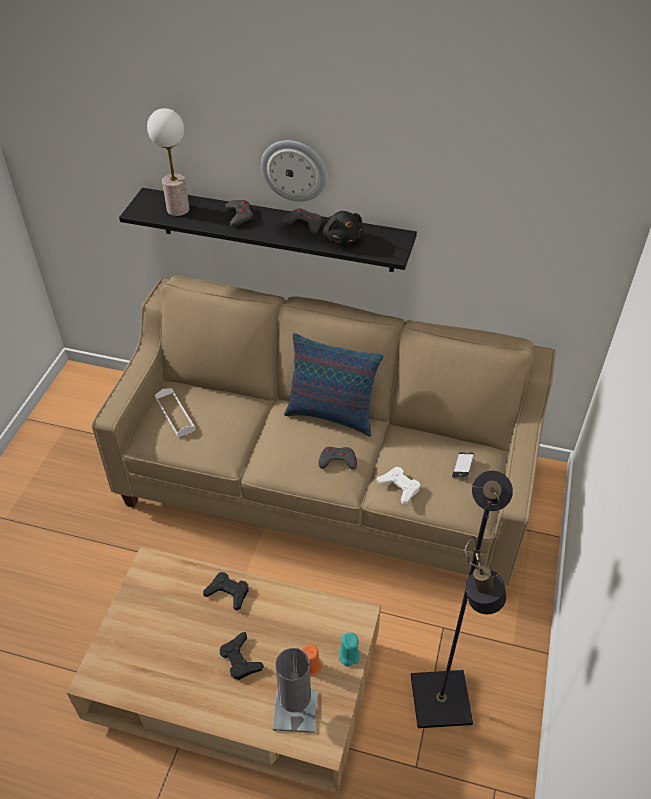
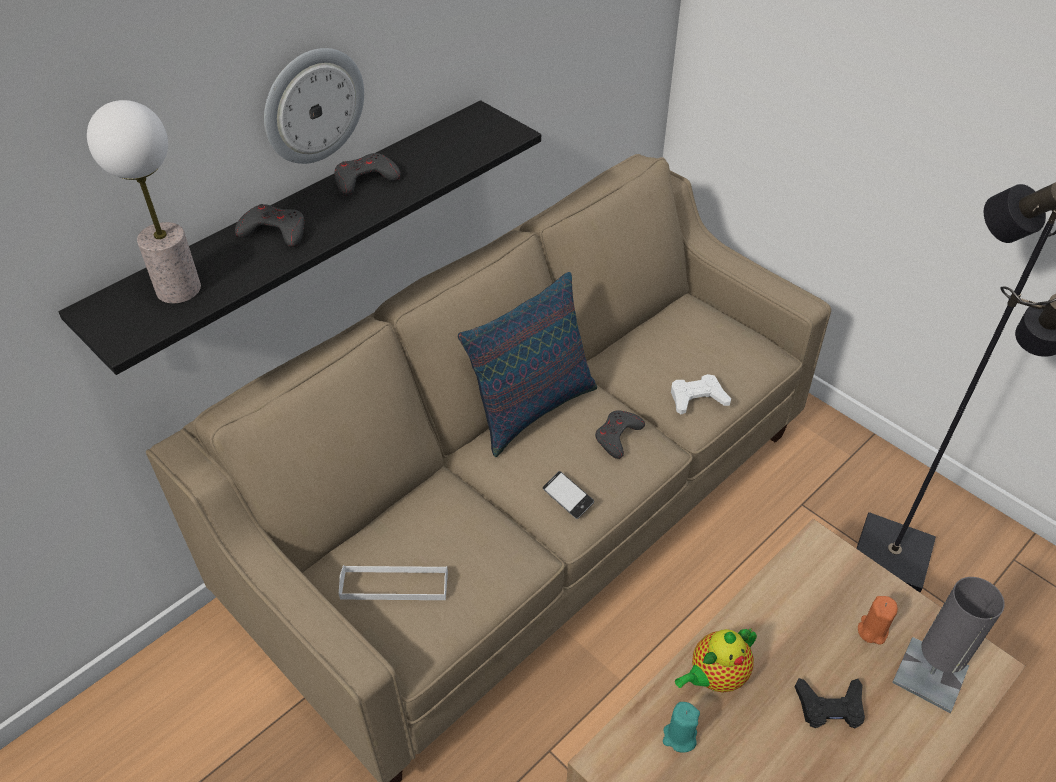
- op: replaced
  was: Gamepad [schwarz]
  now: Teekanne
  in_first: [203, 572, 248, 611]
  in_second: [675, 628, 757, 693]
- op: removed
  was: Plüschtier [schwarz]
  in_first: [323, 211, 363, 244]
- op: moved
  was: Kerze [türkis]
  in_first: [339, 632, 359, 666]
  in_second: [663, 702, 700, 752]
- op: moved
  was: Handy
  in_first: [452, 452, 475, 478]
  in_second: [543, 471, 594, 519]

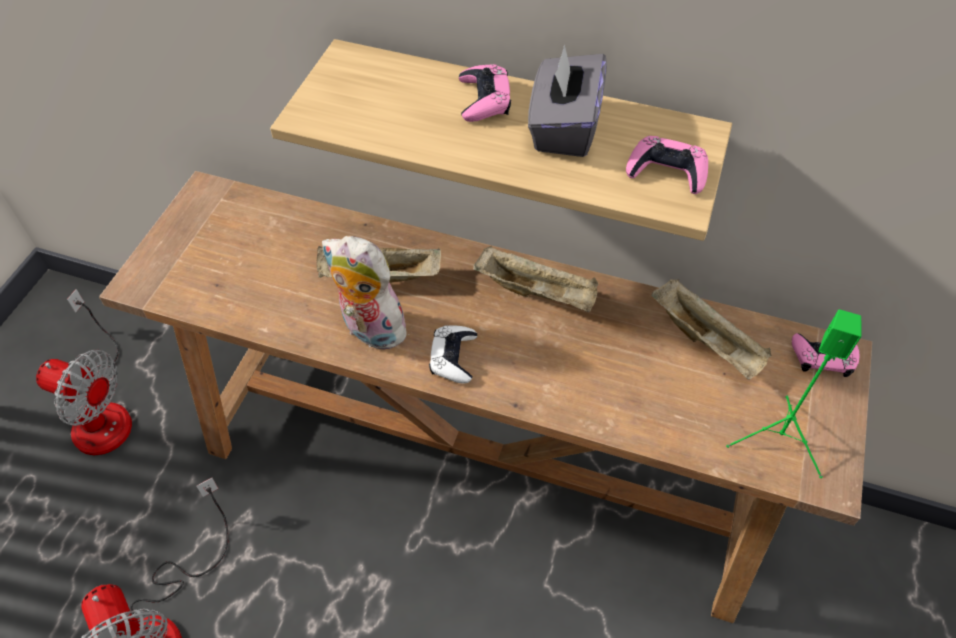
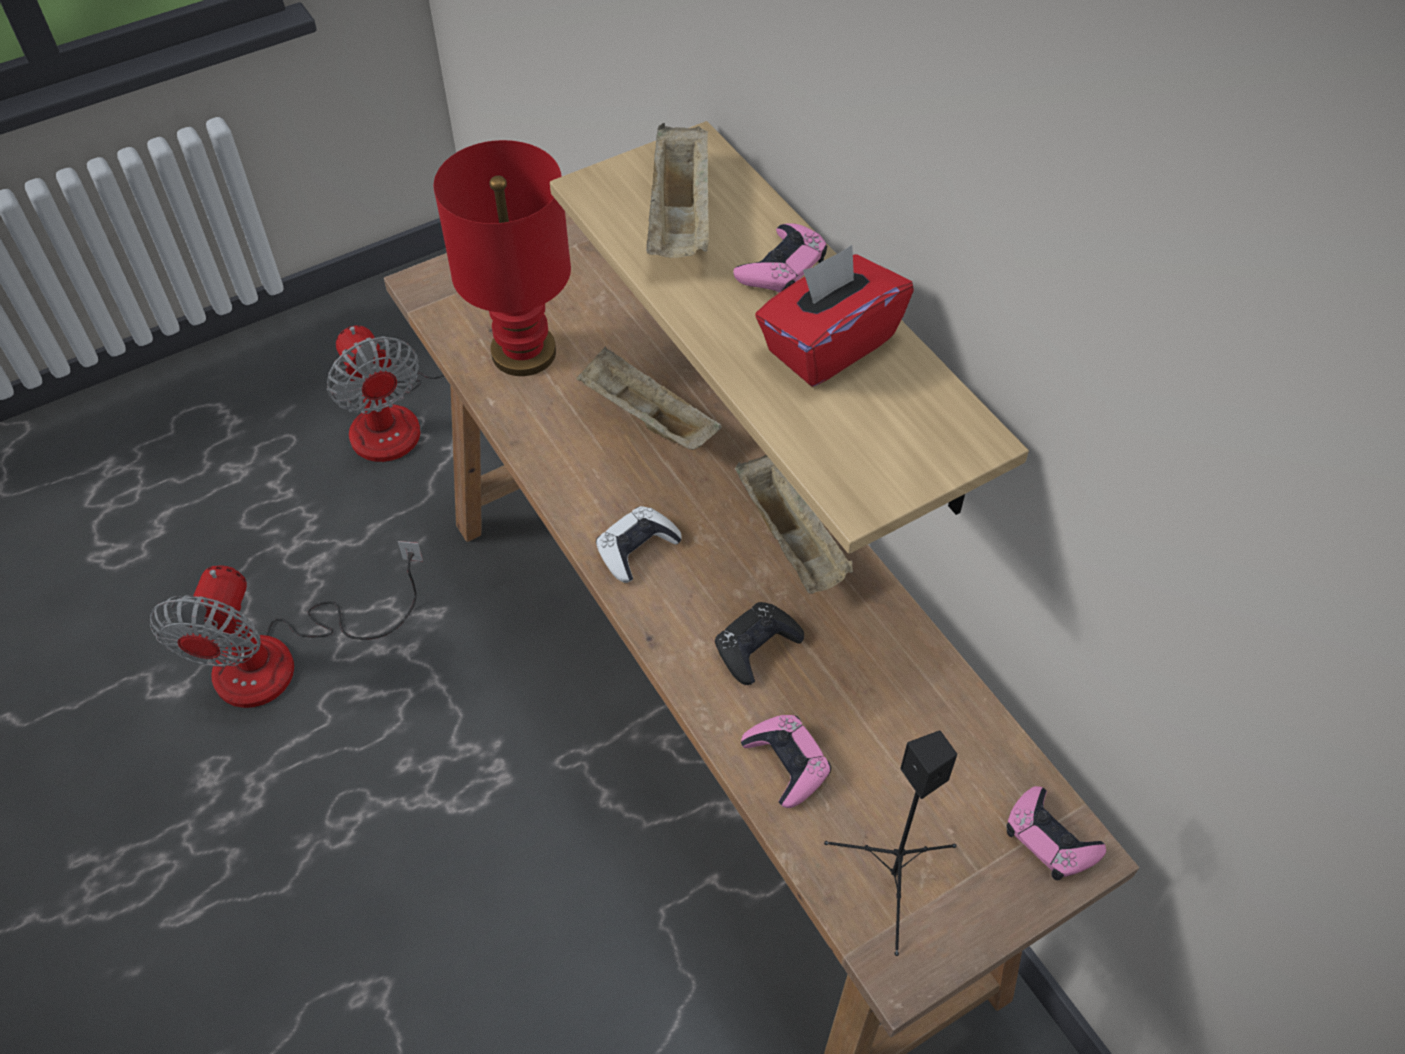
- op: removed
  was: Plüschtier
  in_first: [322, 236, 409, 351]
- op: recoloured
  was: Taschentuchbox [grau]
  now: Taschentuchbox [rot]
  in_first: [528, 45, 607, 157]
  in_second: [755, 245, 914, 387]
- op: moved
  was: Gamepad [rosa]
  in_first: [626, 136, 708, 194]
  in_second: [741, 715, 831, 808]
- op: moved
  was: Tablett [beige]
  in_first: [651, 279, 771, 380]
  in_second: [646, 123, 710, 258]
- op: recoloured
  was: Lautsprecher [grün]
  now: Lautsprecher [schwarz]
  in_first: [726, 309, 862, 478]
  in_second: [824, 731, 957, 956]
- op: added
  now: Tischlampe [rot]
  in_second: [434, 140, 571, 376]
- op: added
  now: Gamepad [schwarz]
  in_second: [715, 602, 804, 685]

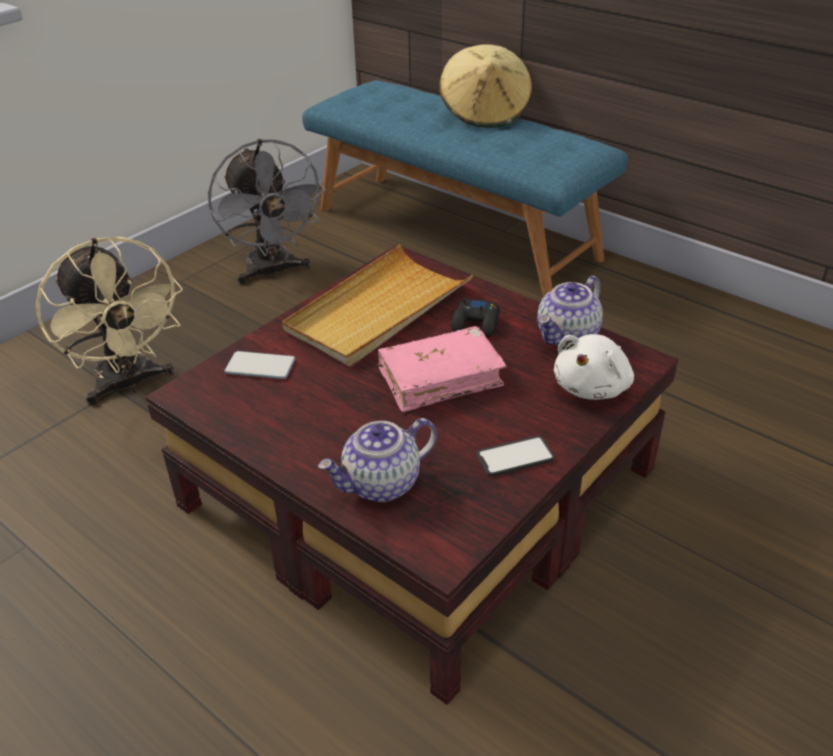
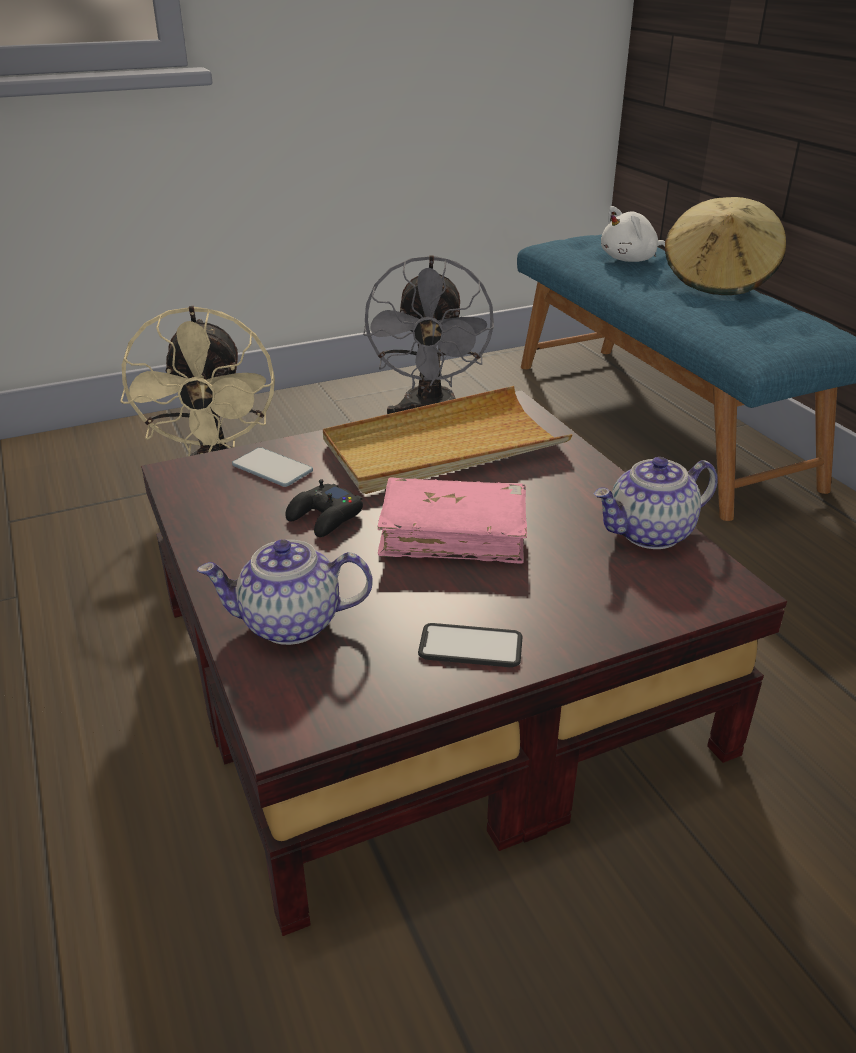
- op: moved
  was: Gamepad [schwarz]
  in_first: [451, 298, 500, 338]
  in_second: [285, 479, 363, 537]
- op: moved
  was: Plüschtier [weiß]
  in_first: [554, 334, 634, 400]
  in_second: [601, 206, 665, 262]

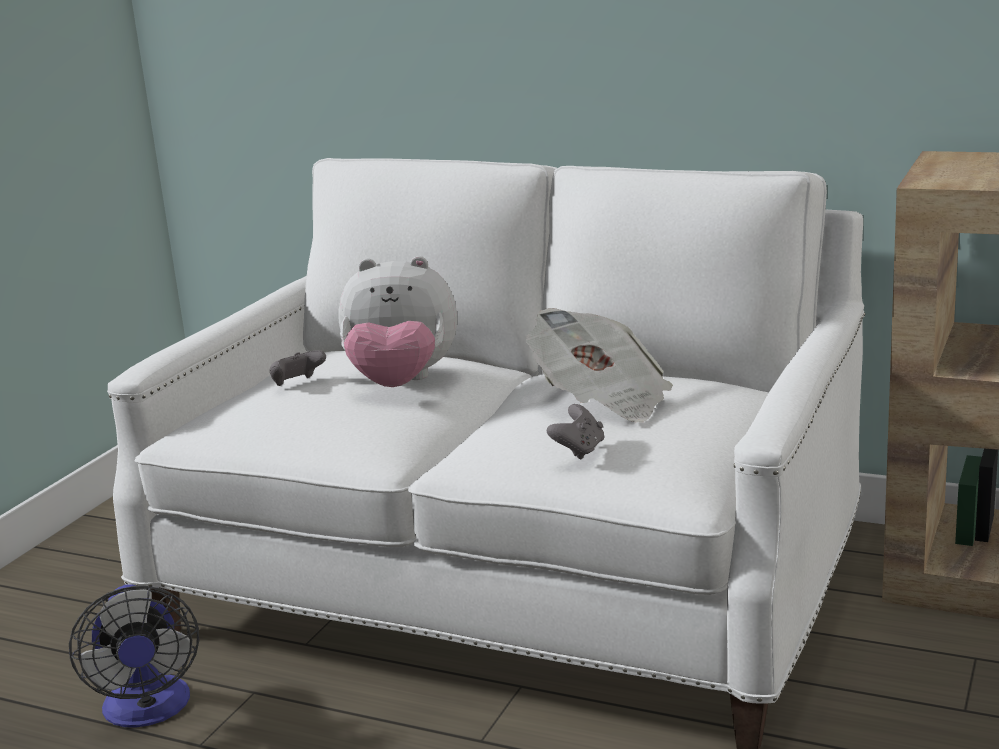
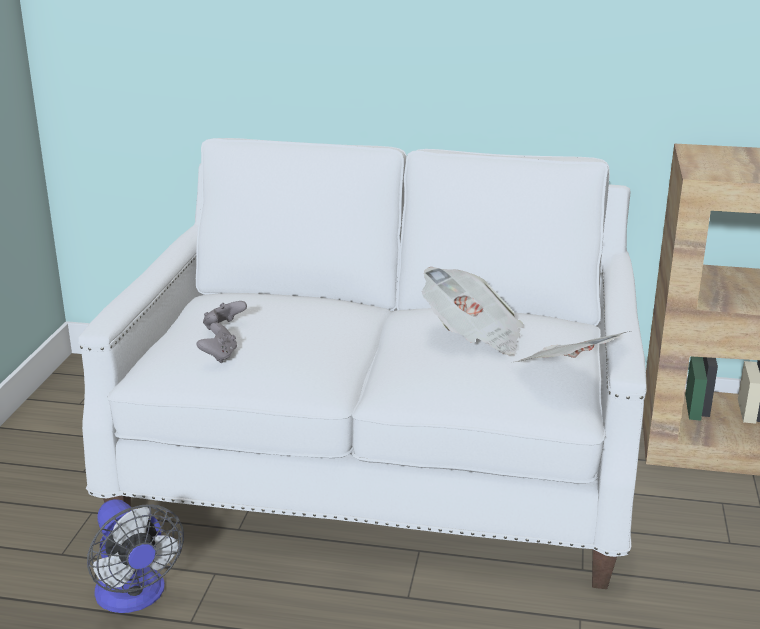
- op: removed
  was: Plüschtier
  in_first: [338, 256, 457, 387]
- op: moved
  was: Gamepad [grau]
  in_first: [547, 404, 604, 460]
  in_second: [196, 322, 237, 363]
- op: added
  now: Zeitung
  in_second: [511, 331, 630, 363]

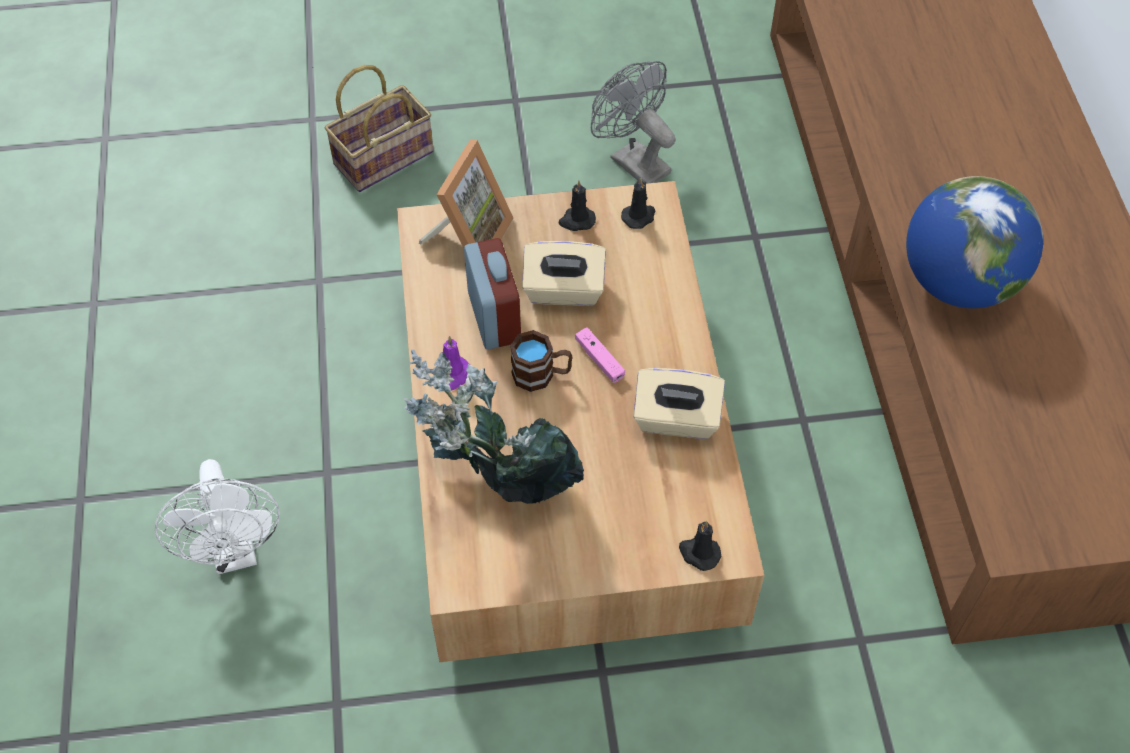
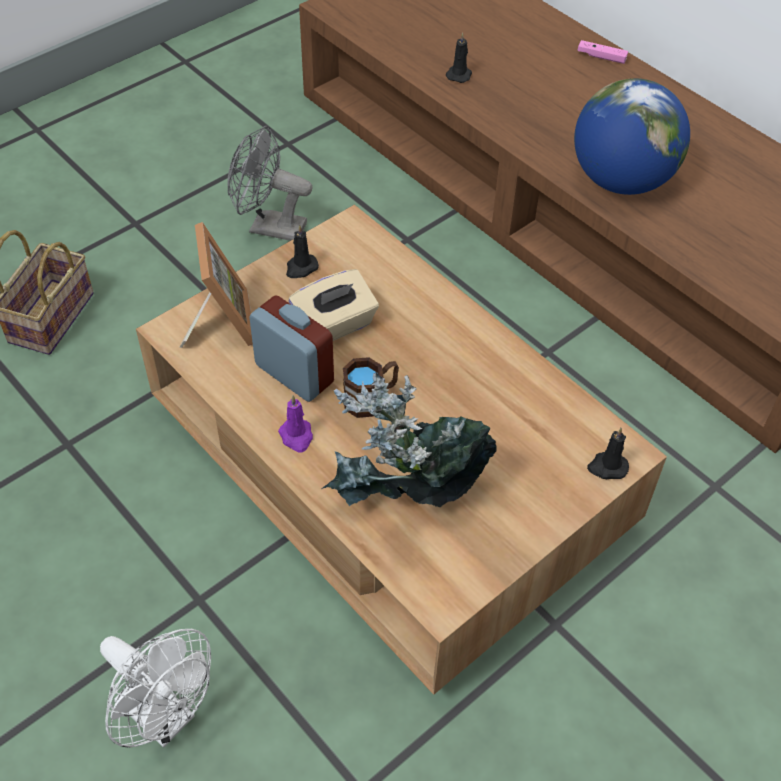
- op: moved
  was: Gamepad [rosa]
  in_first: [575, 327, 625, 383]
  in_second: [578, 40, 628, 64]
- op: moved
  was: Kerze [schwarz]
  in_first: [621, 177, 655, 229]
  in_second: [446, 32, 472, 83]
- op: removed
  was: Taschentuchbox [beige]
  in_first: [633, 368, 725, 439]

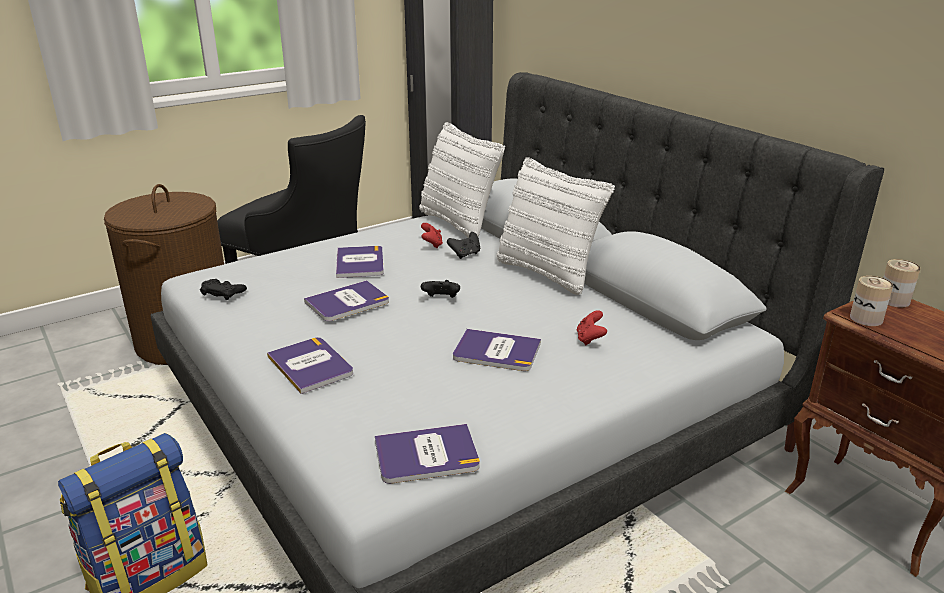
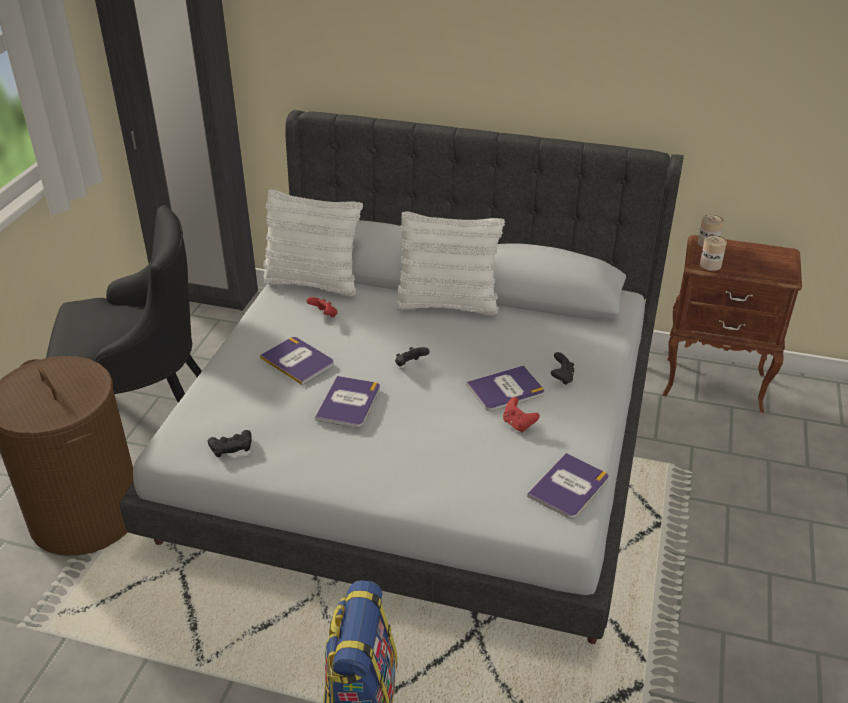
- op: removed
  was: Buch
  in_first: [267, 337, 353, 394]
- op: moved
  was: Gamepad [schwarz]
  in_first: [447, 232, 480, 259]
  in_second: [551, 352, 574, 385]
- op: moved
  was: Gamepad [rot]
  in_first: [577, 310, 607, 346]
  in_second: [503, 397, 540, 432]

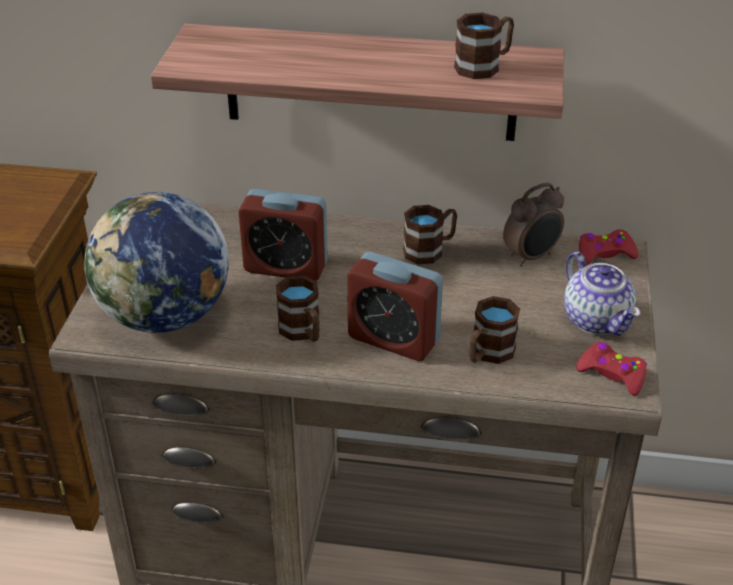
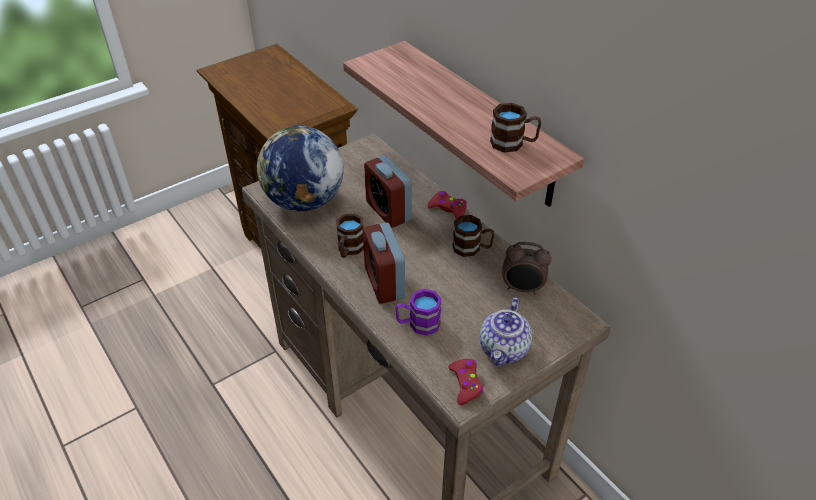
- op: recoloured
  was: Henkelbecher [braun]
  now: Henkelbecher [lila]
  in_first: [470, 296, 520, 364]
  in_second: [395, 289, 442, 336]
- op: moved
  was: Gamepad [rot]
  in_first: [579, 229, 638, 265]
  in_second: [428, 191, 467, 219]

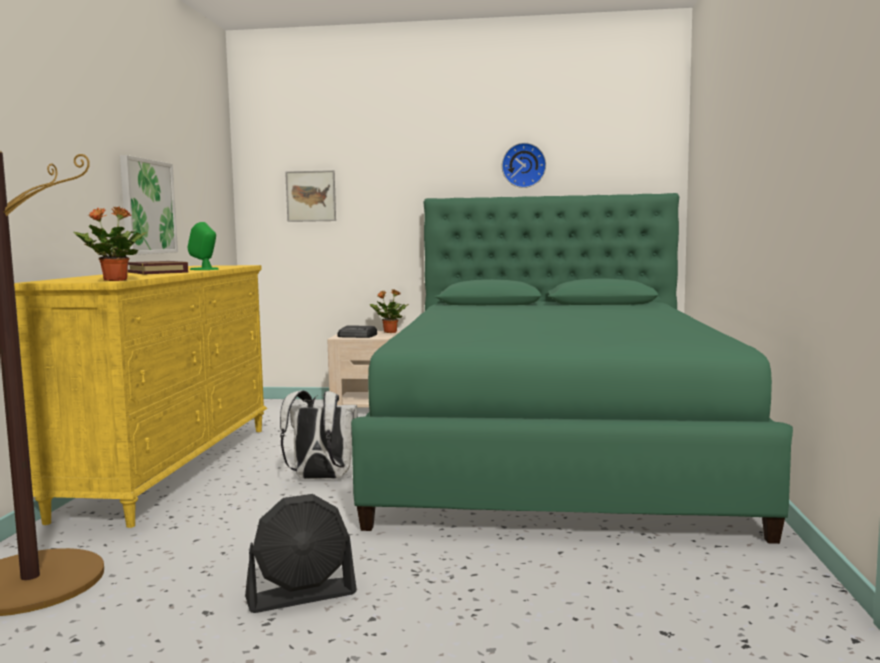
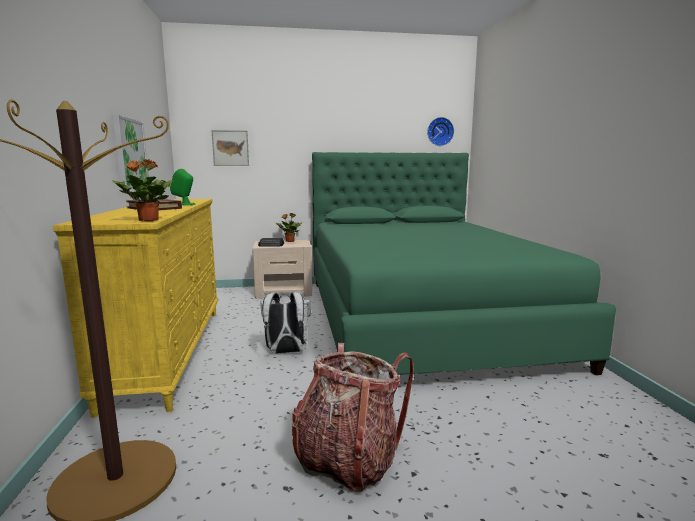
- op: replaced
  was: Ventilator [schwarz]
  now: Rucksack
  in_first: [245, 494, 357, 613]
  in_second: [292, 343, 414, 492]
- op: moved
  was: Wanduhr
  in_first: [502, 143, 546, 188]
  in_second: [427, 117, 454, 146]

